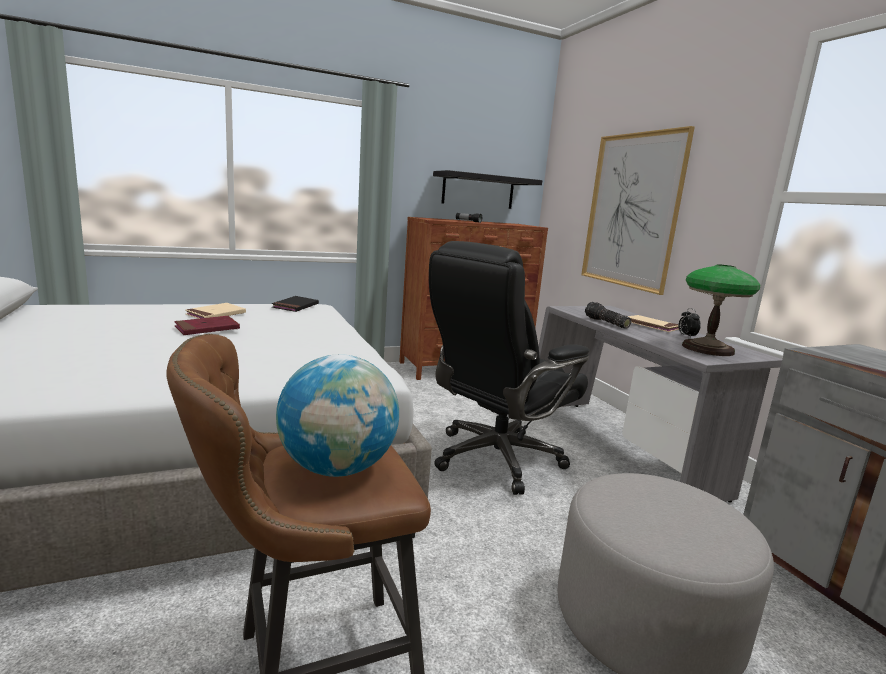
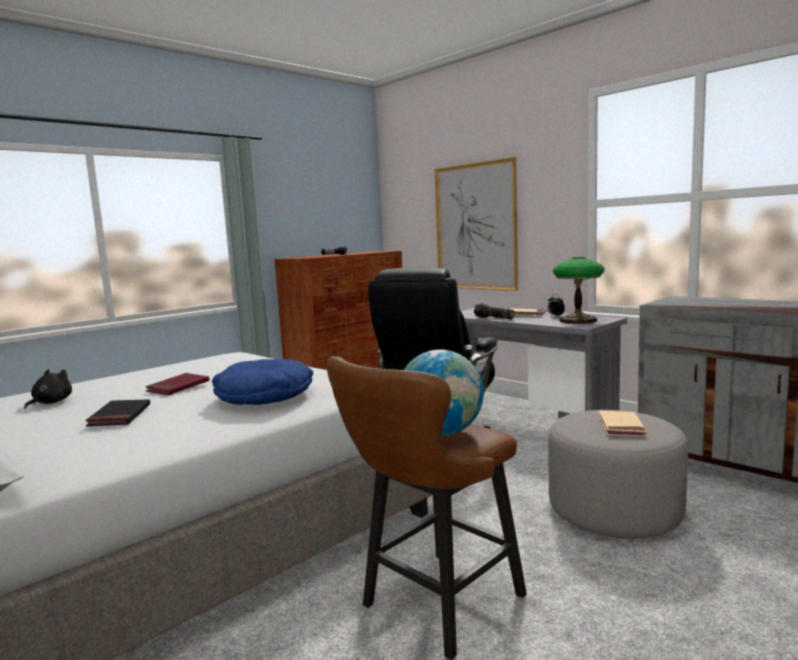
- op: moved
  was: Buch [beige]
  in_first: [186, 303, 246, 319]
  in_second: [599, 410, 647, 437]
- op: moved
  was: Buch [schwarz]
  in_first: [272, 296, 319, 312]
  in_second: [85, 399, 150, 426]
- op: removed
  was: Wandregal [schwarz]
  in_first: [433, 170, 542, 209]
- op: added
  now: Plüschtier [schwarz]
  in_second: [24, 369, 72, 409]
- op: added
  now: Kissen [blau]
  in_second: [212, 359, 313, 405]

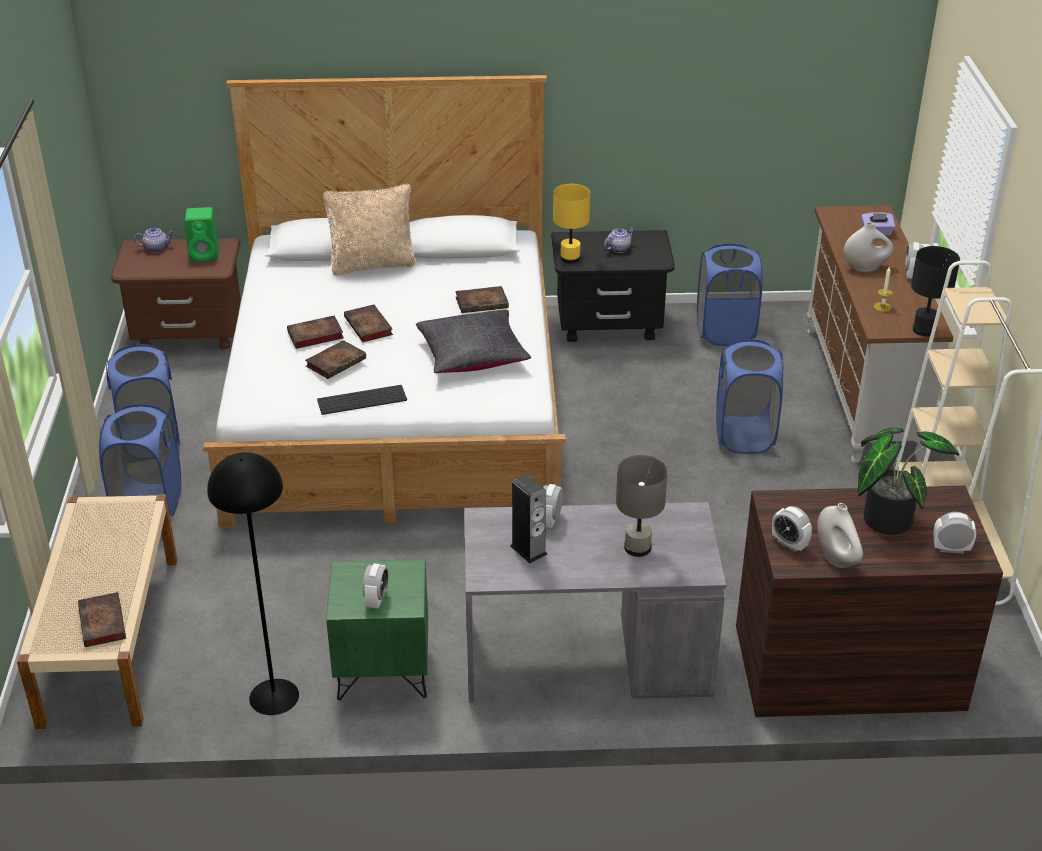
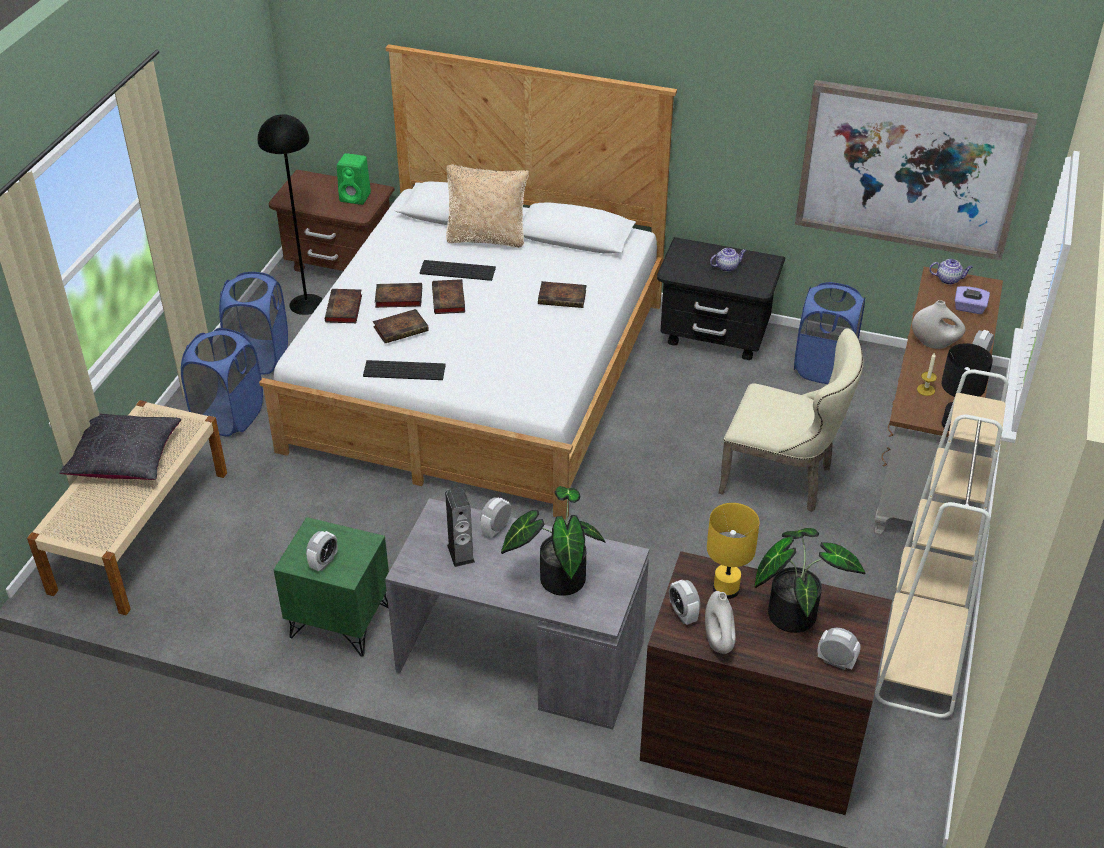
- op: moved
  was: Buch
  in_first: [78, 592, 126, 647]
  in_second: [325, 289, 362, 323]
- op: moved
  was: Teekanne
  in_first: [134, 227, 174, 252]
  in_second: [929, 259, 973, 285]
- op: moved
  was: Stehlampe [schwarz]
  in_first: [207, 452, 299, 715]
  in_second: [258, 114, 323, 315]
- op: moved
  was: Kissen [schwarz]
  in_first: [416, 310, 531, 373]
  in_second: [59, 413, 181, 480]
- op: moved
  was: Tischlampe [gelb]
  in_first: [553, 183, 590, 263]
  in_second: [707, 503, 759, 599]
- op: replaced
  was: Tischlampe [grau]
  now: Topfpflanze
  in_first: [616, 455, 667, 557]
  in_second: [501, 486, 606, 596]
- op: replaced
  was: Wäschekorb [blau]
  now: Stuhl [beige]
  in_first: [716, 339, 784, 454]
  in_second: [718, 328, 863, 512]
- op: added
  now: Tastatur
  in_second: [419, 260, 496, 281]
- op: added
  now: Bild
  in_second: [795, 80, 1038, 260]

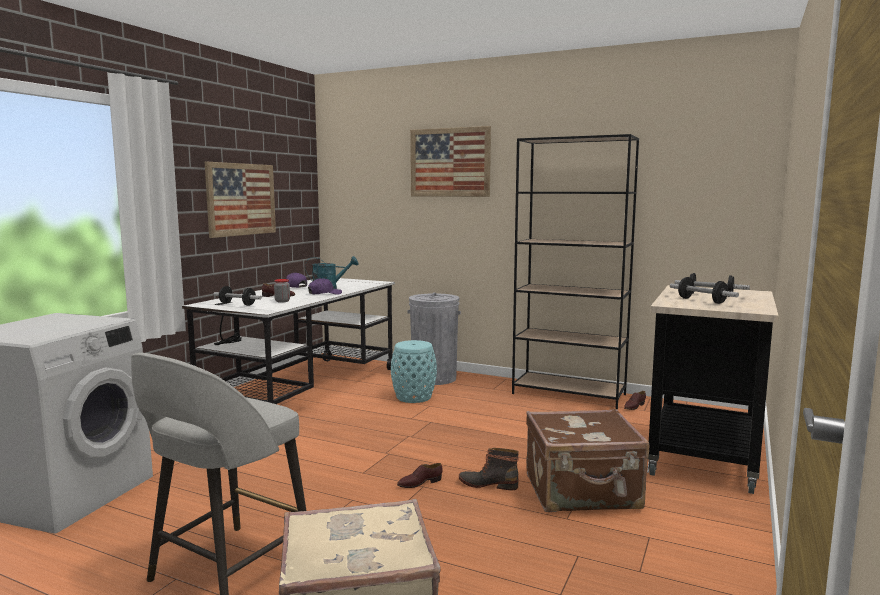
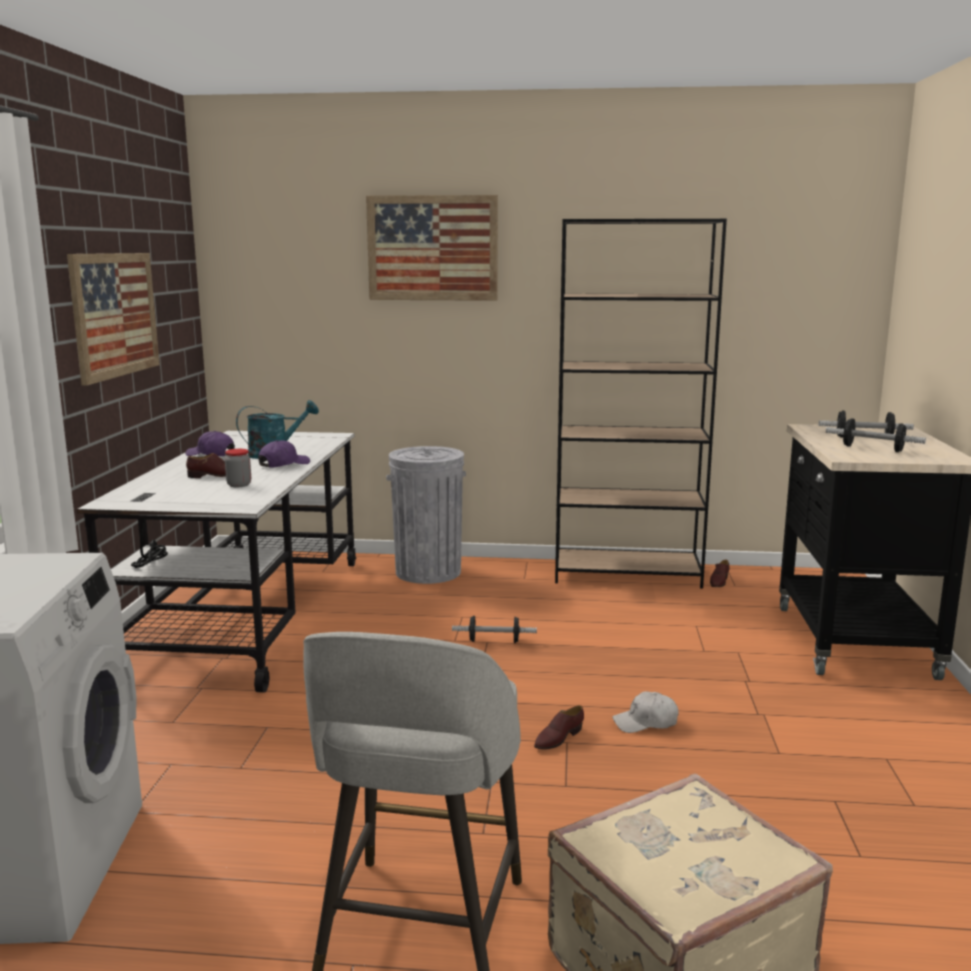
- op: moved
  was: Hantel
  in_first: [213, 286, 262, 306]
  in_second: [452, 616, 537, 643]
- op: removed
  was: Hocker [türkis]
  in_first: [391, 340, 437, 403]
- op: replaced
  was: Stiefel
  now: Kappe [weiß]
  in_first: [459, 448, 519, 490]
  in_second: [612, 691, 679, 733]
- op: removed
  was: Koffer [braun]
  in_first: [526, 409, 649, 512]

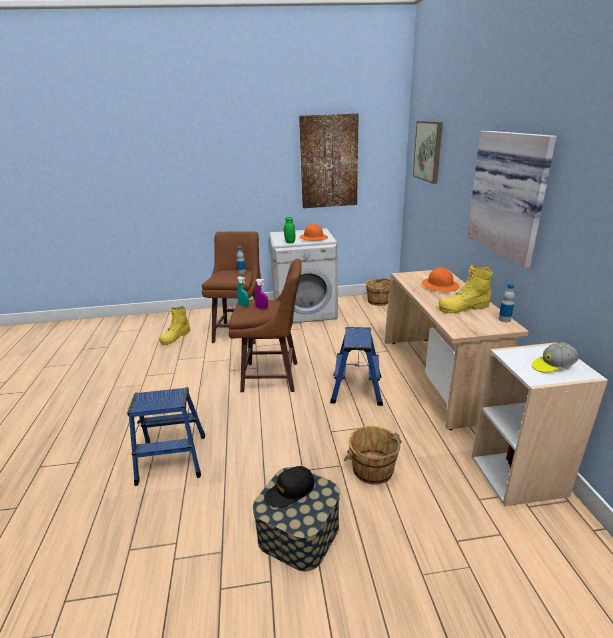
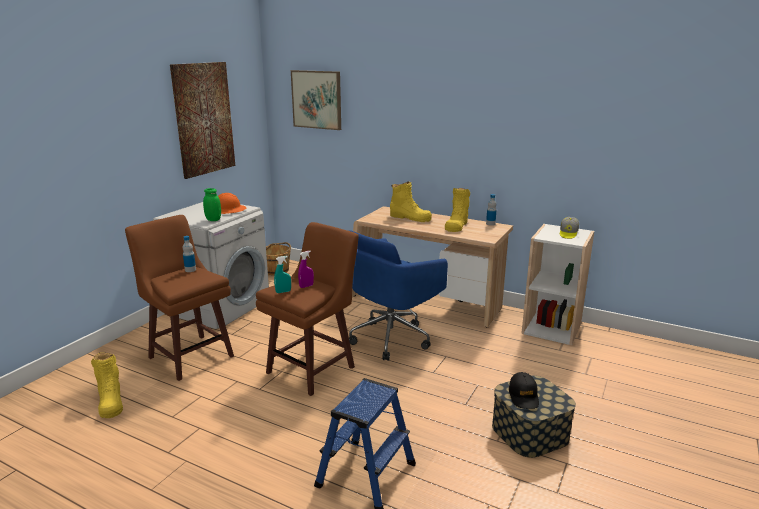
- op: replaced
  was: Trittleiter [blau]
  now: Bürostuhl [blau]
  in_first: [330, 327, 383, 406]
  in_second: [349, 230, 448, 361]
- op: removed
  was: Eimer [braun]
  in_first: [344, 426, 402, 485]
- op: replaced
  was: Schutzhelm [orange]
  now: Stiefel [gelb]
  in_first: [422, 268, 459, 292]
  in_second: [390, 181, 432, 222]
- op: removed
  was: Bild
  in_first: [467, 131, 556, 268]

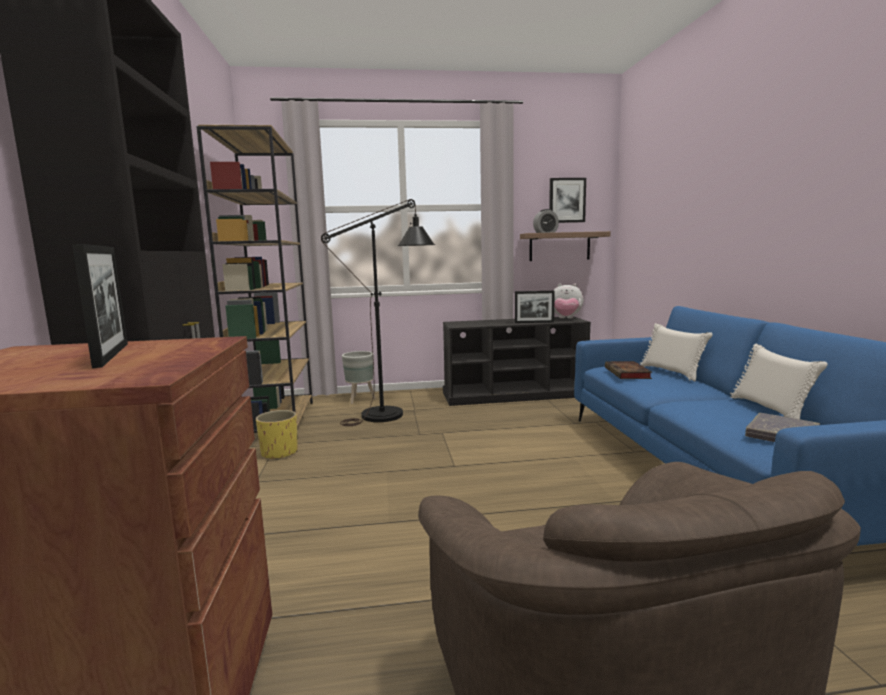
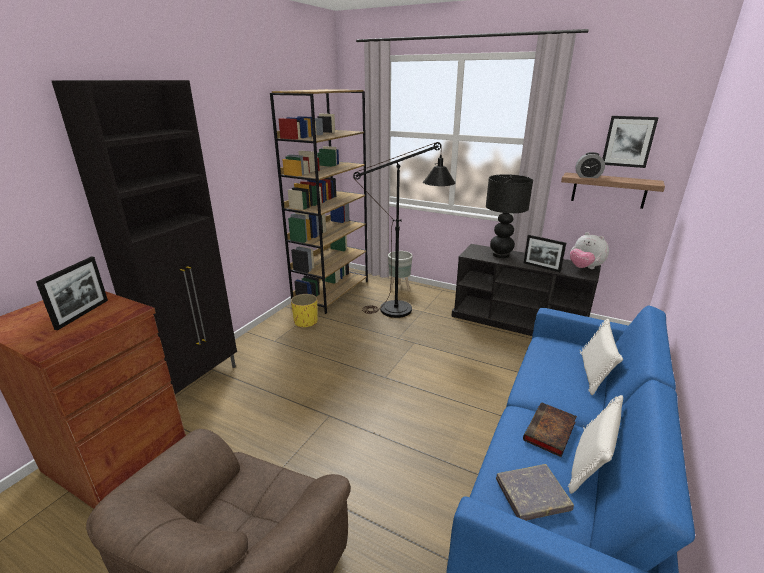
- op: moved
  was: Buch
  in_first: [605, 361, 652, 379]
  in_second: [523, 402, 577, 457]
- op: added
  now: Tischlampe [schwarz]
  in_second: [486, 174, 533, 258]

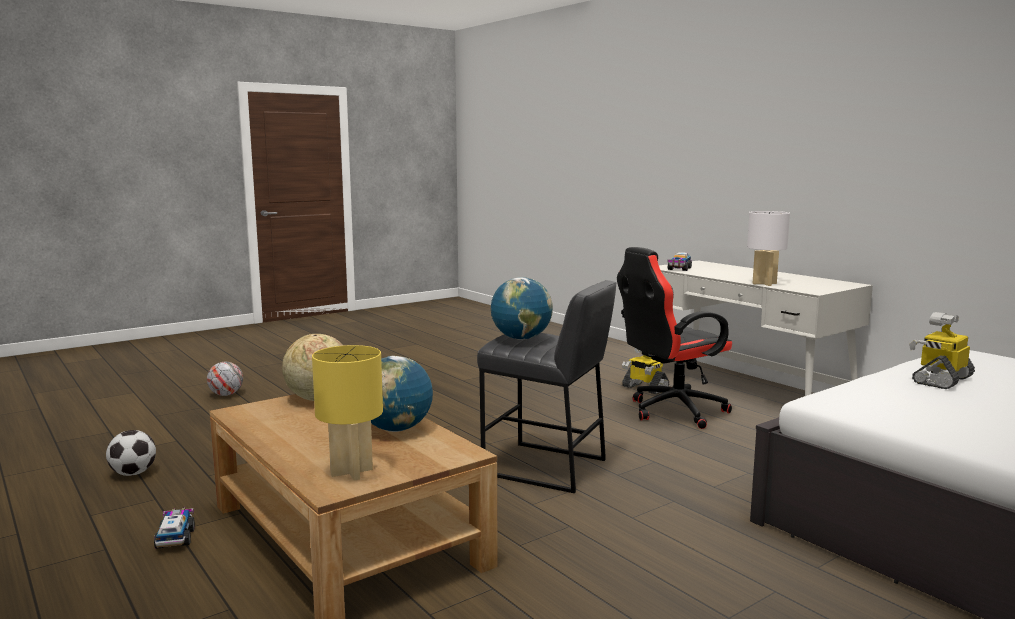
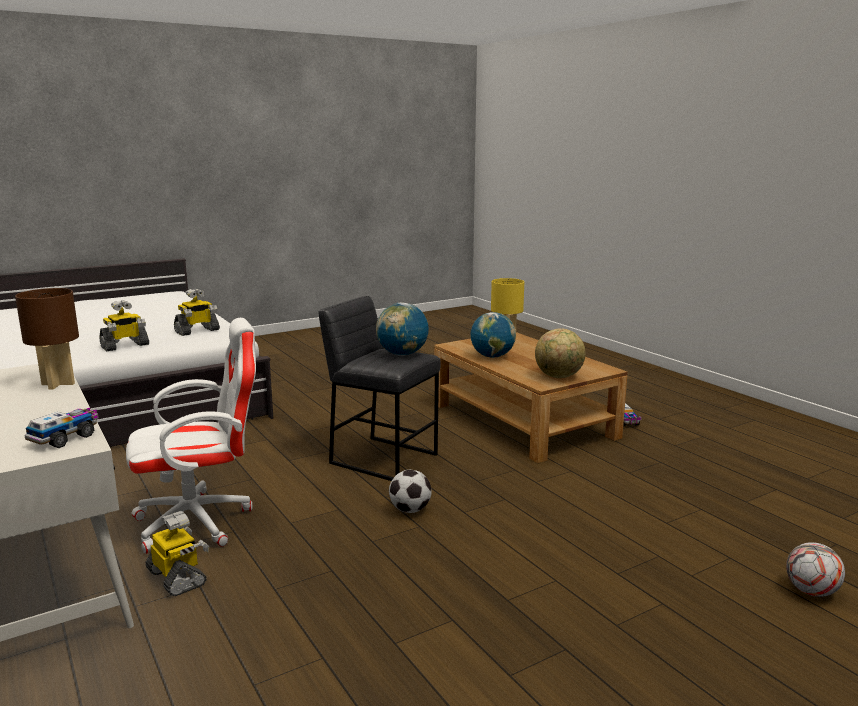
- op: moved
  was: Fußball
  in_first: [106, 430, 156, 476]
  in_second: [389, 470, 432, 513]
- op: recoloured
  was: Bürostuhl [schwarz]
  now: Bürostuhl [weiß]
  in_first: [617, 247, 732, 429]
  in_second: [126, 318, 256, 554]
- op: recoloured
  was: Tischlampe [weiß]
  now: Tischlampe [braun]
  in_first: [747, 211, 790, 286]
  in_second: [15, 288, 79, 390]
- op: added
  now: Spielzeugroboter
  in_second: [174, 288, 220, 336]

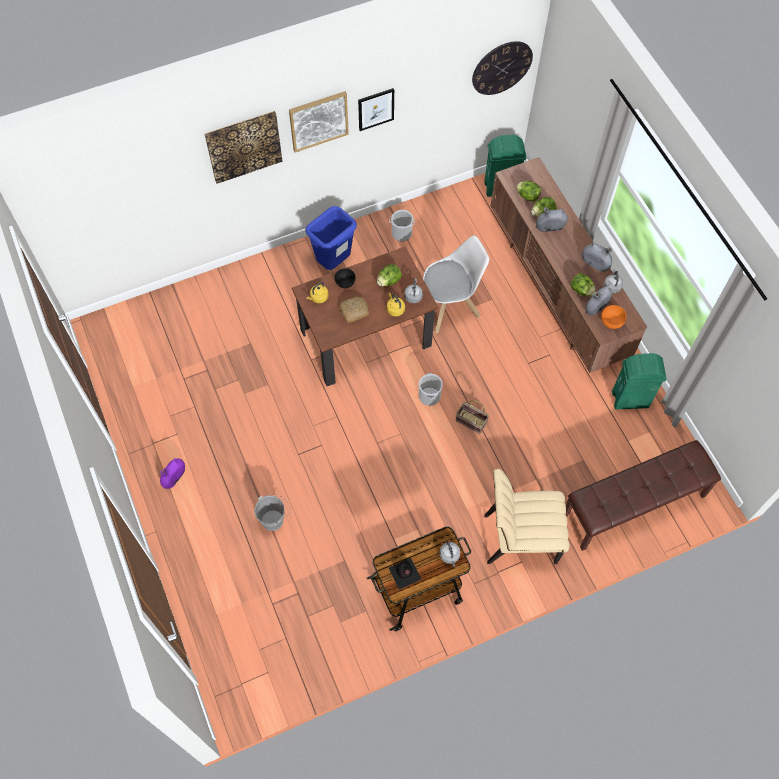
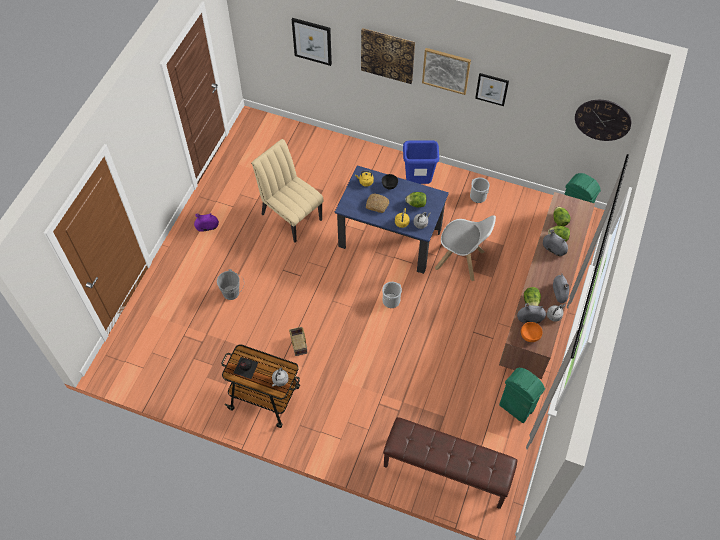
- op: recoloured
  was: Esstisch [braun]
  now: Esstisch [blau]
  in_first: [292, 246, 438, 386]
  in_second: [335, 165, 449, 274]
- op: moved
  was: Korb
  in_first: [456, 400, 489, 434]
  in_second: [289, 327, 308, 356]
- op: moved
  was: Stuhl [beige]
  in_first: [484, 469, 569, 564]
  in_second: [251, 139, 324, 243]
- op: added
  now: Bild
  in_second: [292, 18, 332, 66]

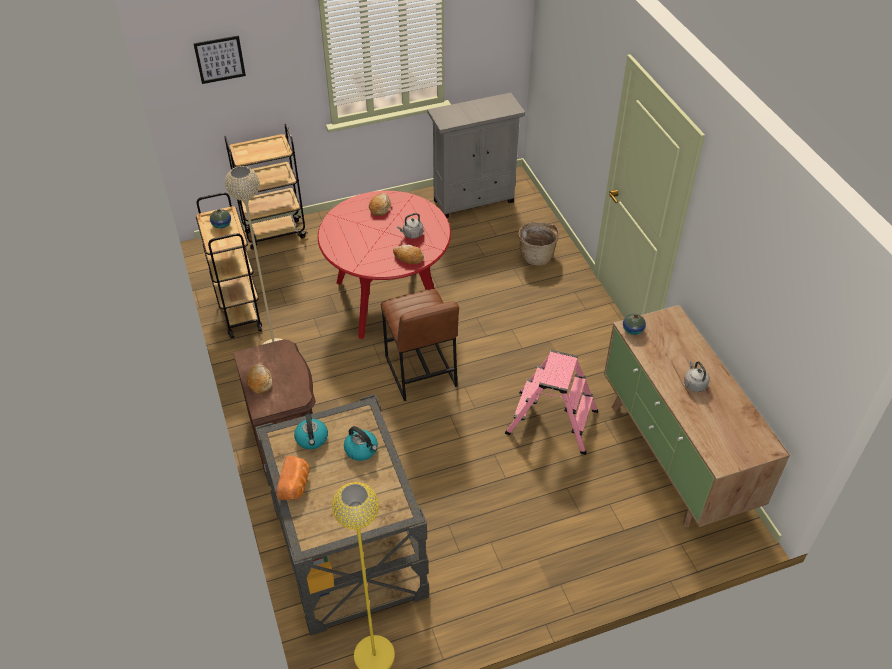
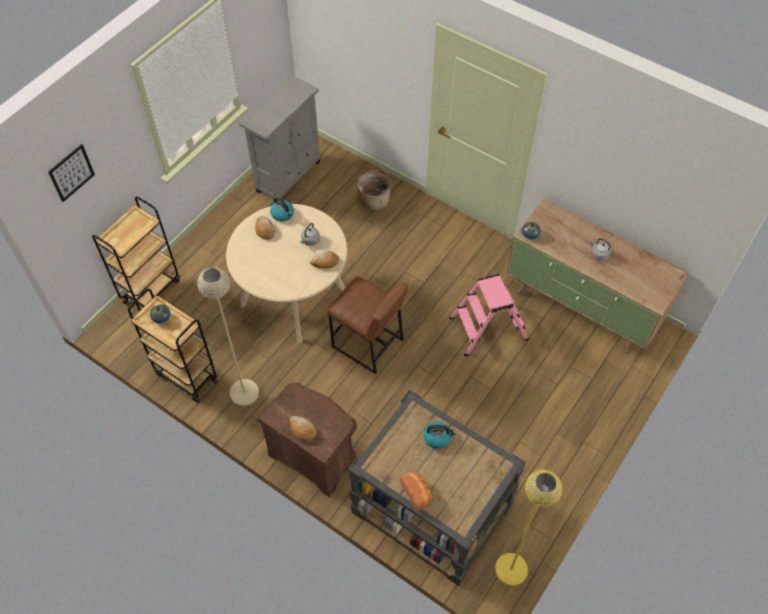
- op: moved
  was: Wasserkessel
  in_first: [294, 413, 328, 449]
  in_second: [270, 197, 294, 221]
- op: recoloured
  was: Esstisch [rot]
  now: Esstisch [beige]
  in_first: [318, 191, 451, 339]
  in_second: [226, 204, 348, 344]

